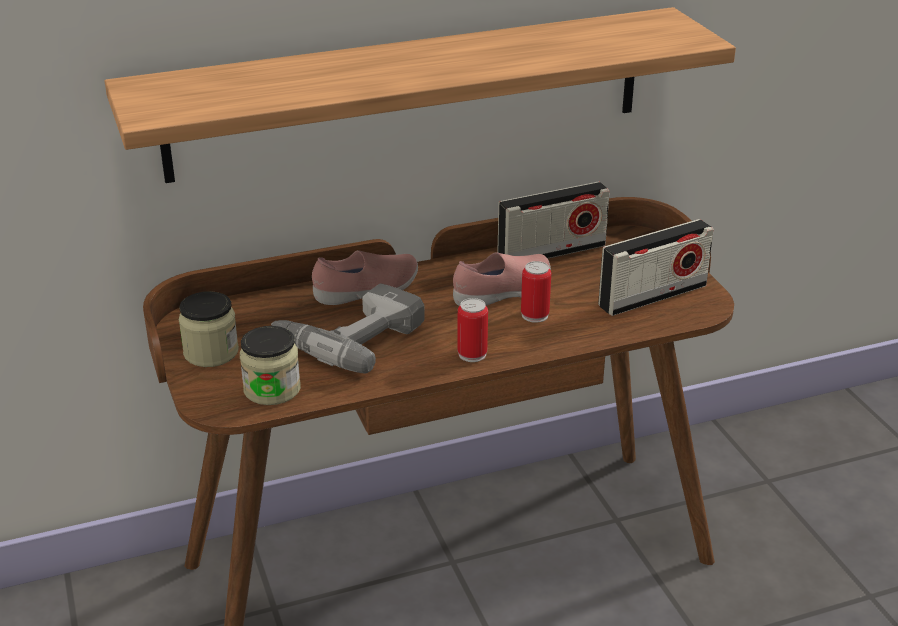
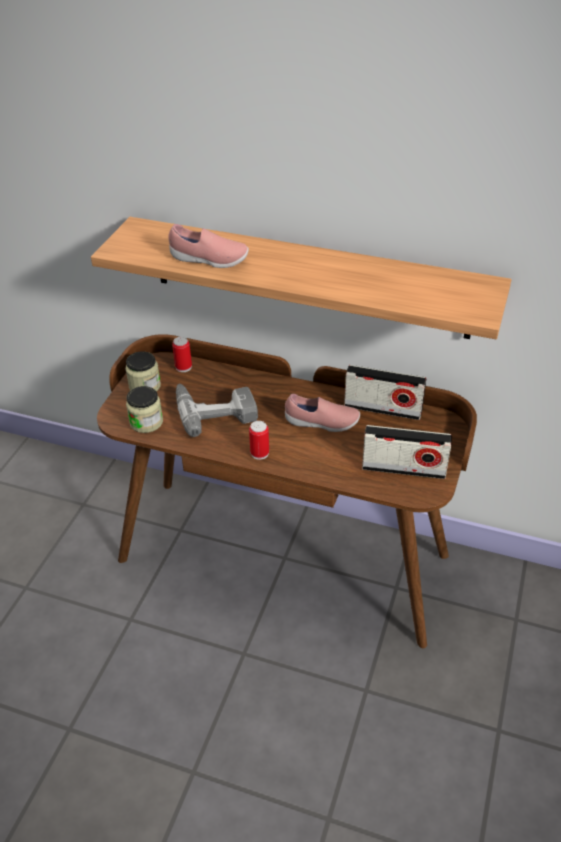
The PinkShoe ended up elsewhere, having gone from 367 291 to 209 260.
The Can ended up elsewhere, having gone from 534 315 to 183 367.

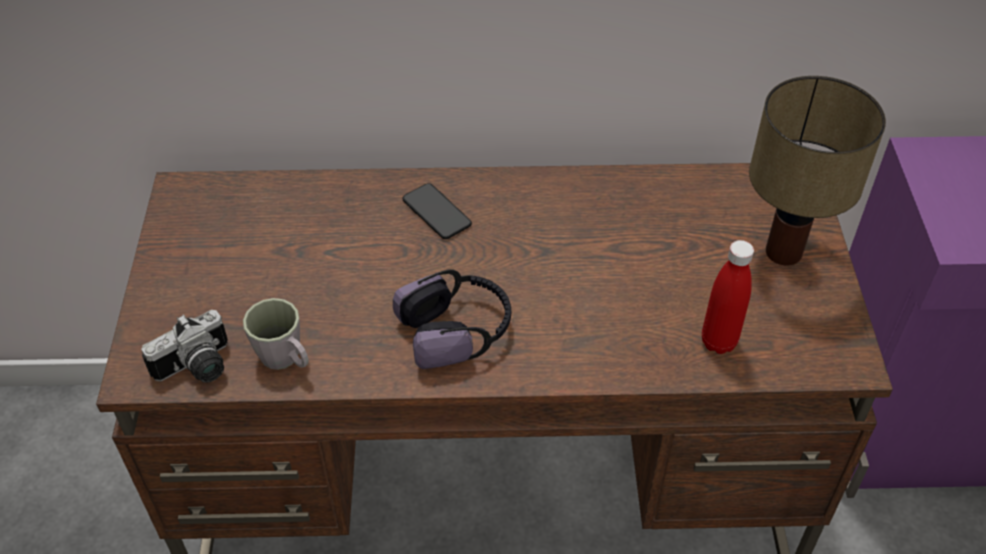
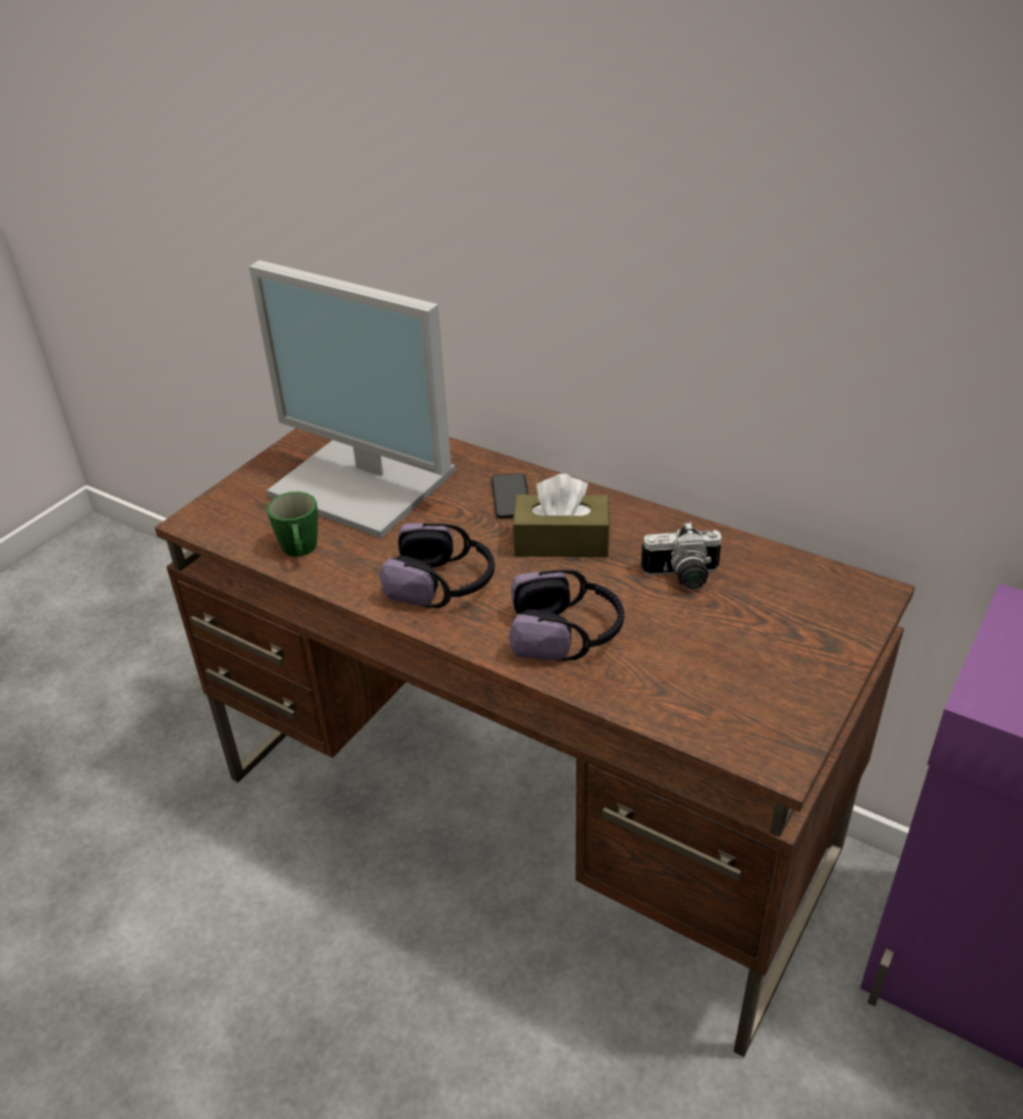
The PhotoCamera ended up elsewhere, having gone from 197 369 to 682 577.
What was the GreyMug at 286 359 turned into the GreenMug at 300 551.
The second view lost the RedBottle at 718 342.
The second view lost the TableLamp at 782 253.
The second view gained the Monitor at 367 483.
The second view gained the Headphones at 567 634.
The second view gained the BrownTissueBox at 561 542.

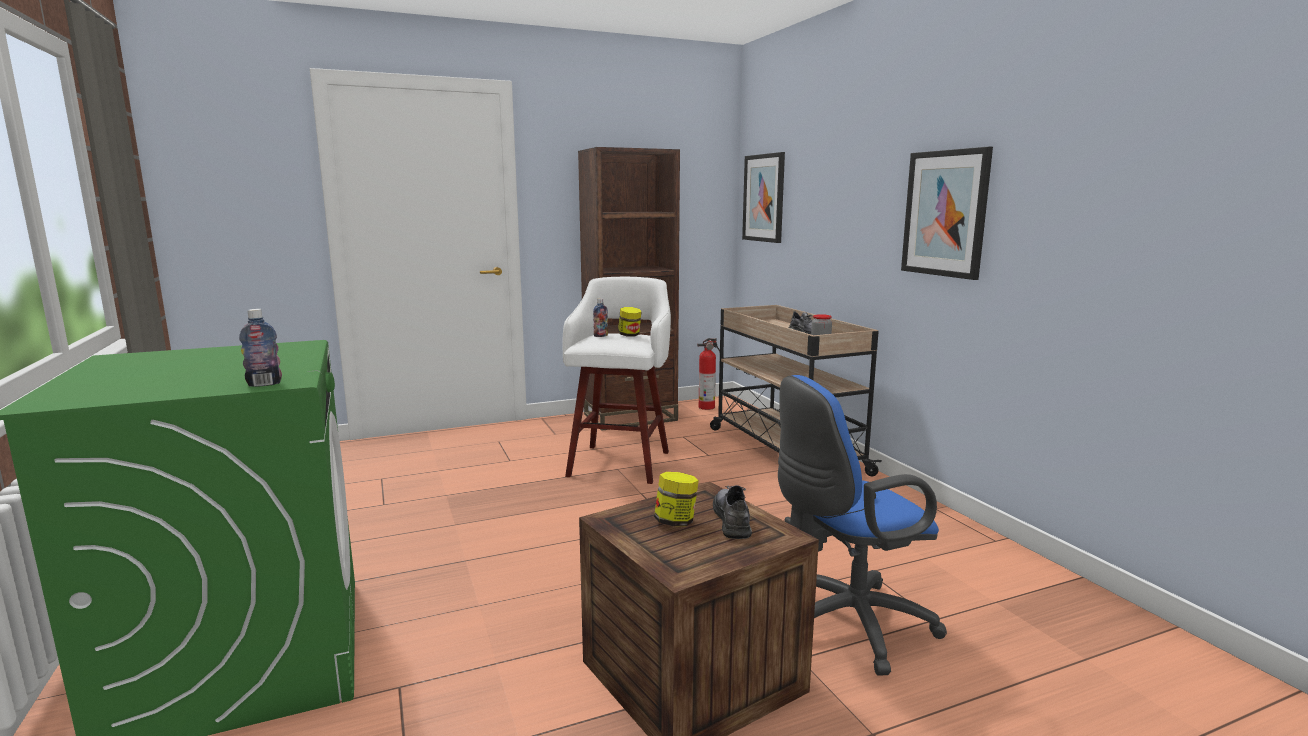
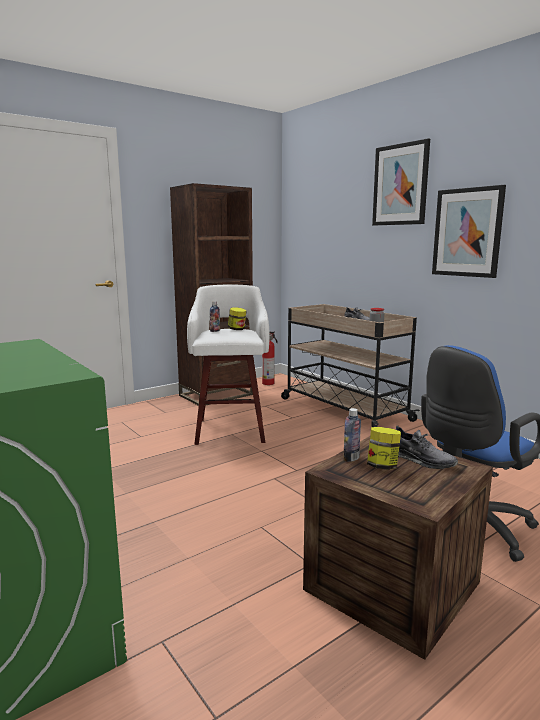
The Bottle ended up elsewhere, having gone from 264 384 to 351 458.
The GreyShoe at 732 520 ended up facing another way, 150 degrees clockwise from before.
The Picture ended up elsewhere, having gone from 764 198 to 400 185.

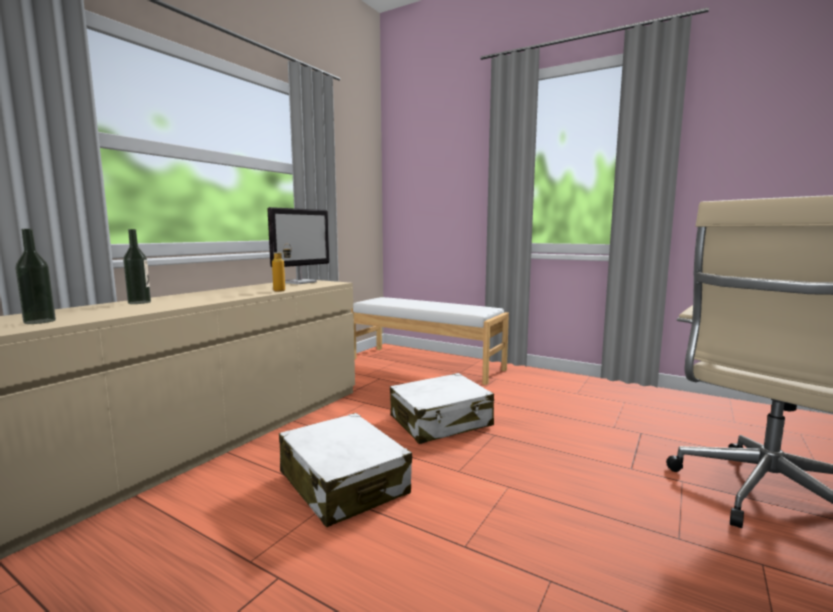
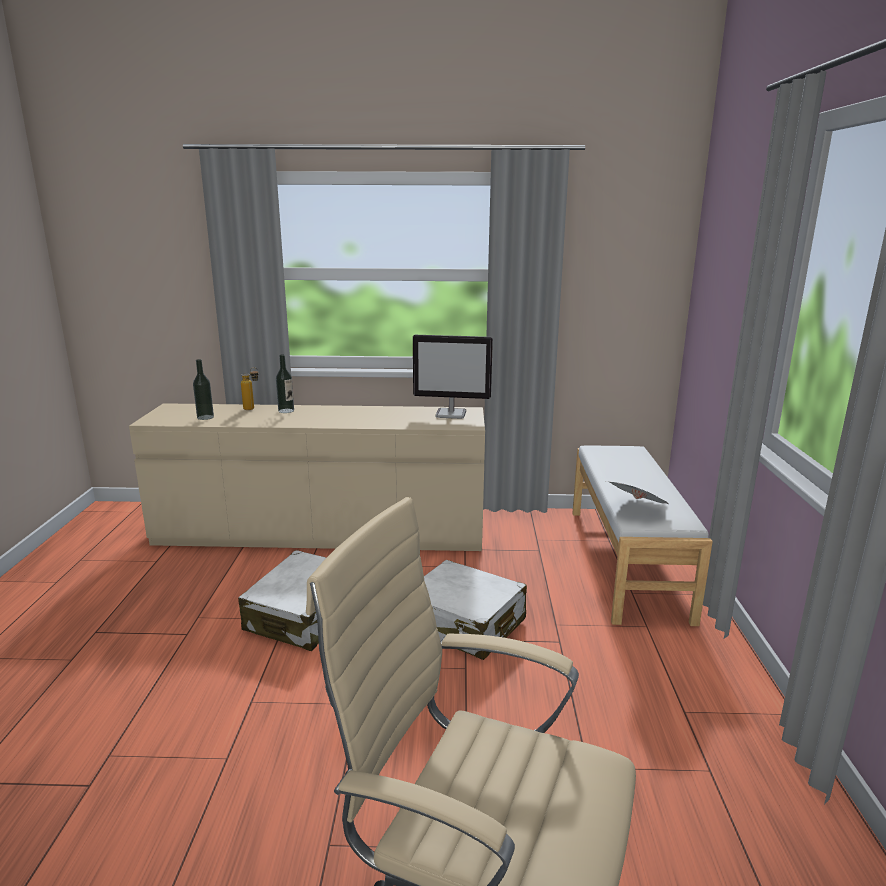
The Bottle ended up elsewhere, having gone from 283 290 to 252 409.
The second view gained the Newspaper at 638 509.

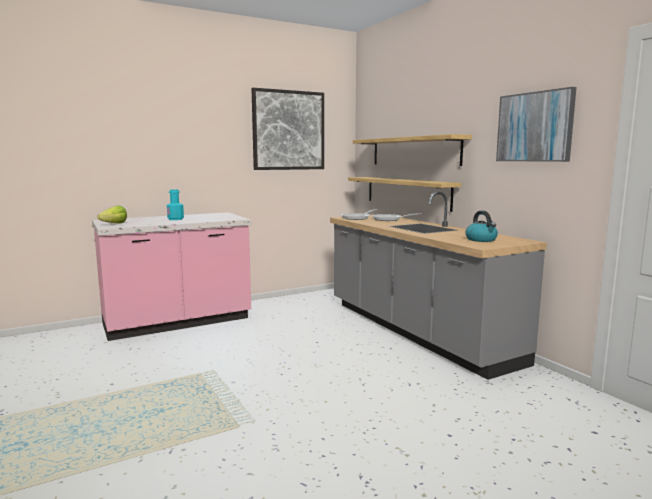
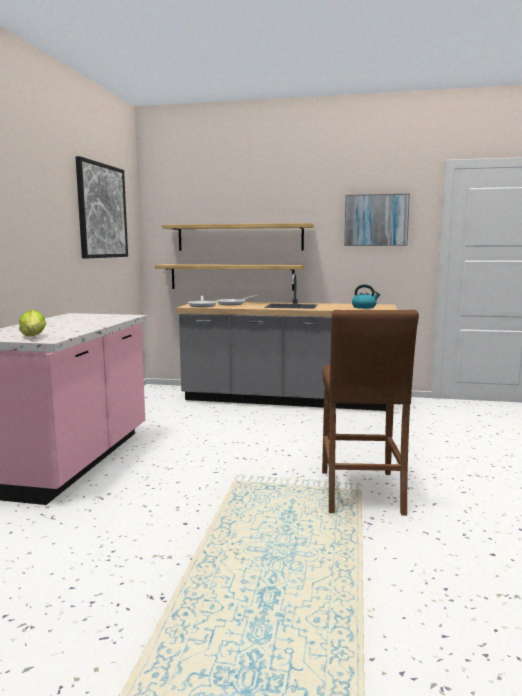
The second view lost the TurquoiseBottle at 175 219.
The second view gained the BrownStool at 361 492.

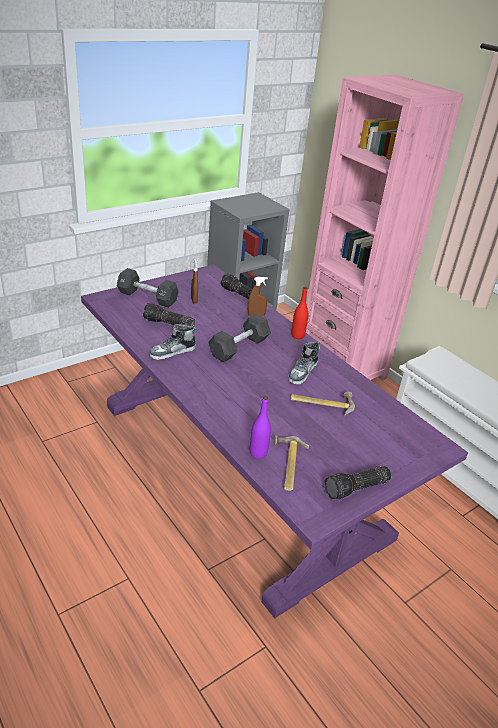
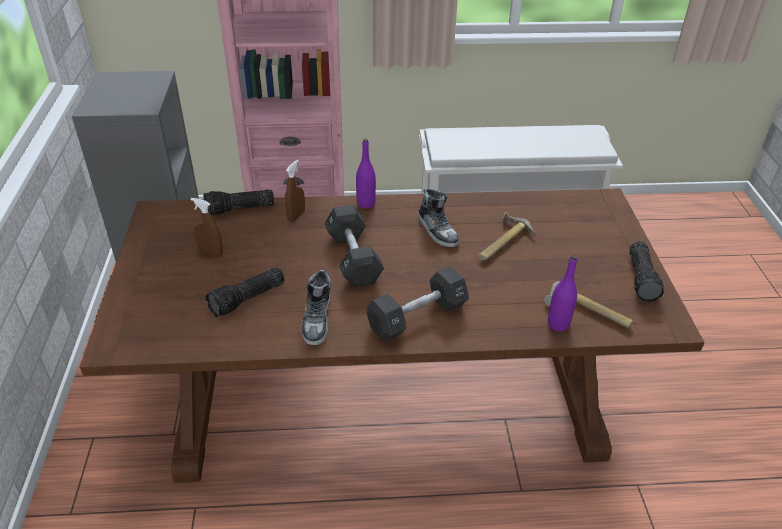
What was the PurpleDiningTable at 239 467 turned into the BrownDiningTable at 389 390.
The BlackDumbbell ended up elsewhere, having gone from 147 297 to 417 317.
What was the RedBottle at 297 336 turned into the PurpleBottle at 366 203.

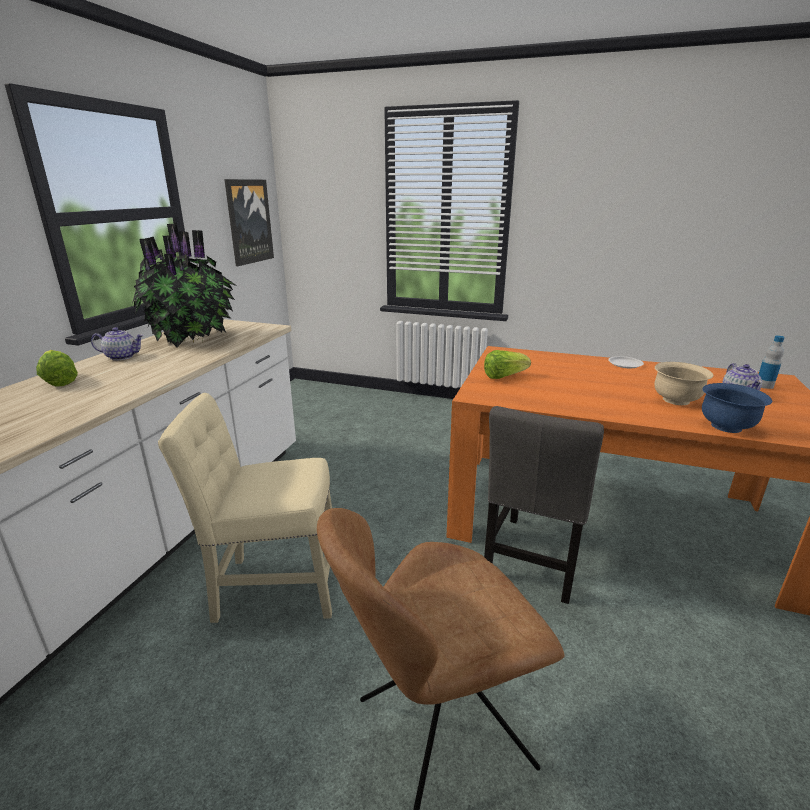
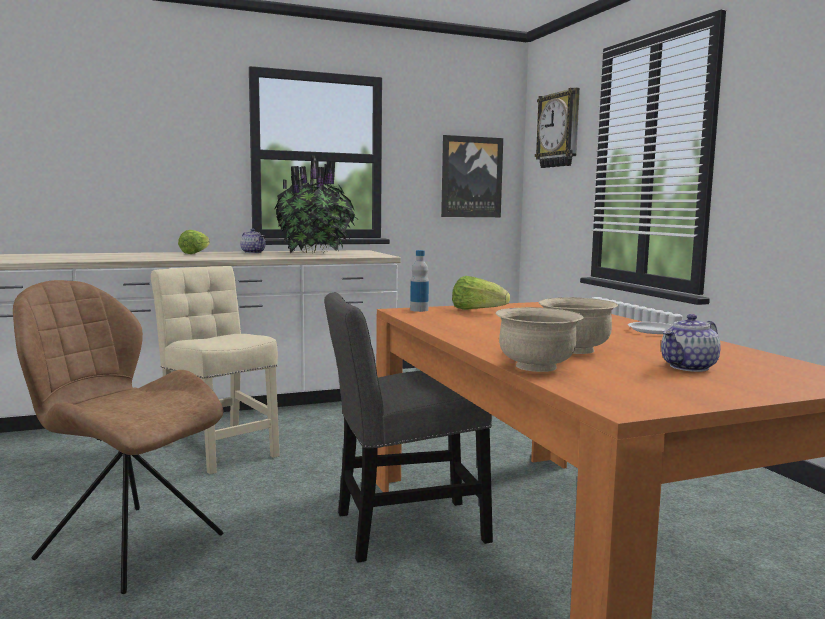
What was the BlueBowl at 727 427 turned into the BeigeBowl at 536 367.
The Bottle ended up elsewhere, having gone from 764 385 to 419 310.
The second view gained the WallClock at 559 130.

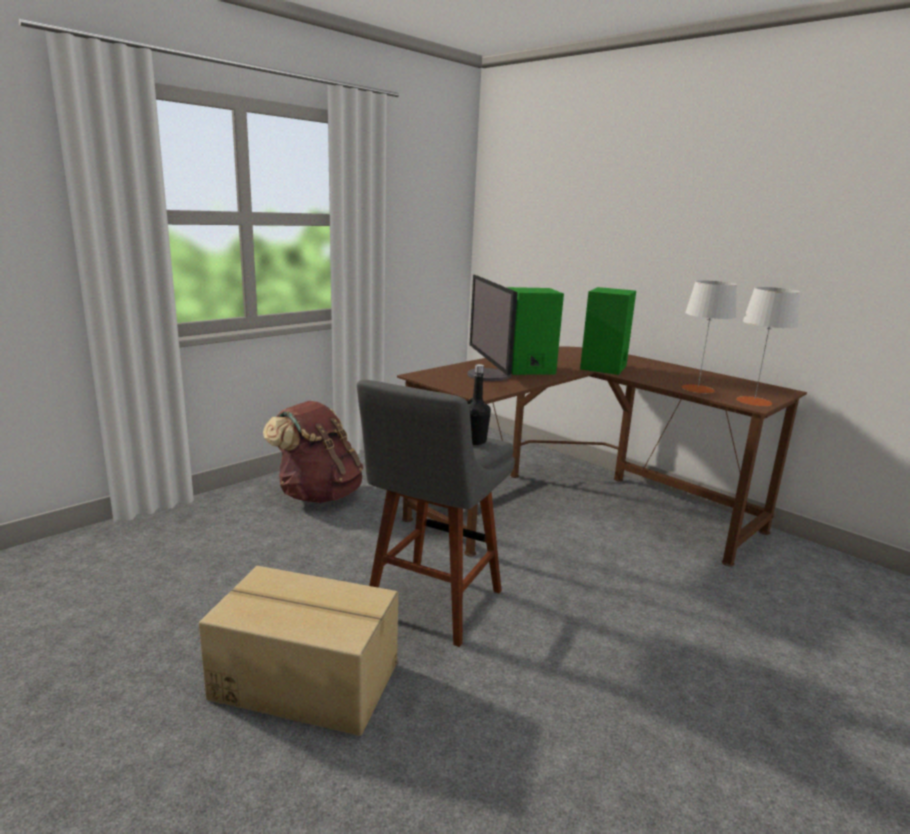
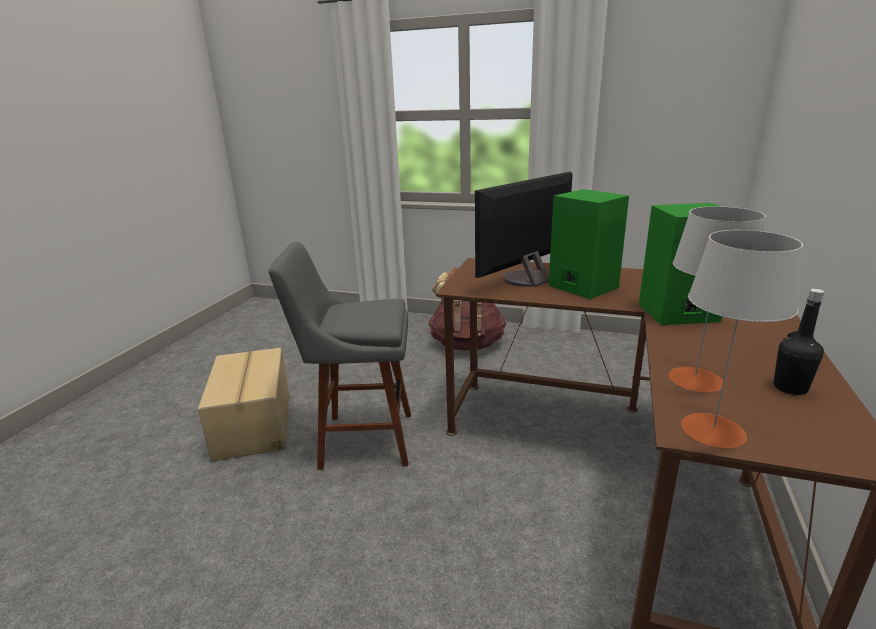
The BlackBottle ended up elsewhere, having gone from 475 441 to 790 388.

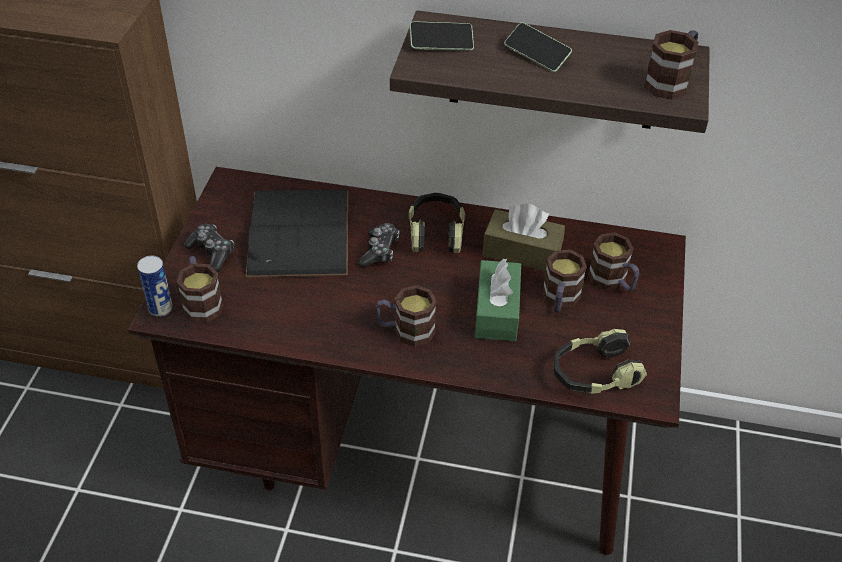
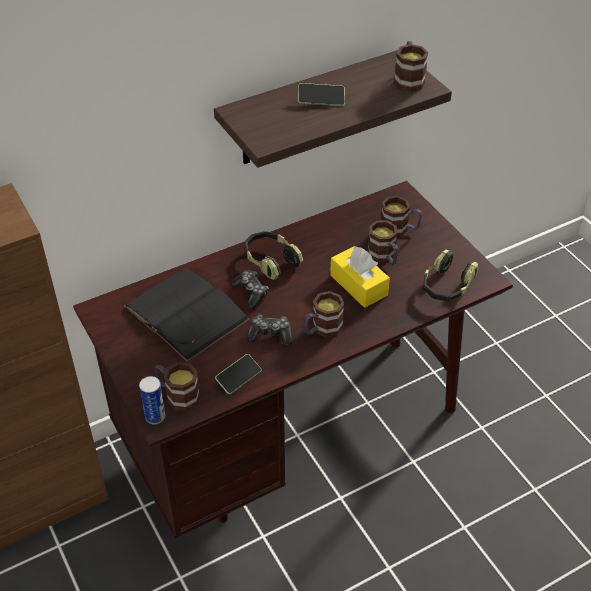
The GameController ended up elsewhere, having gone from 212 252 to 270 334.
The Phone ended up elsewhere, having gone from 441 44 to 238 378.
What was the GreenTissueBox at 497 311 turned into the YellowTissueBox at 358 285.
The second view lost the BrownTissueBox at 522 252.

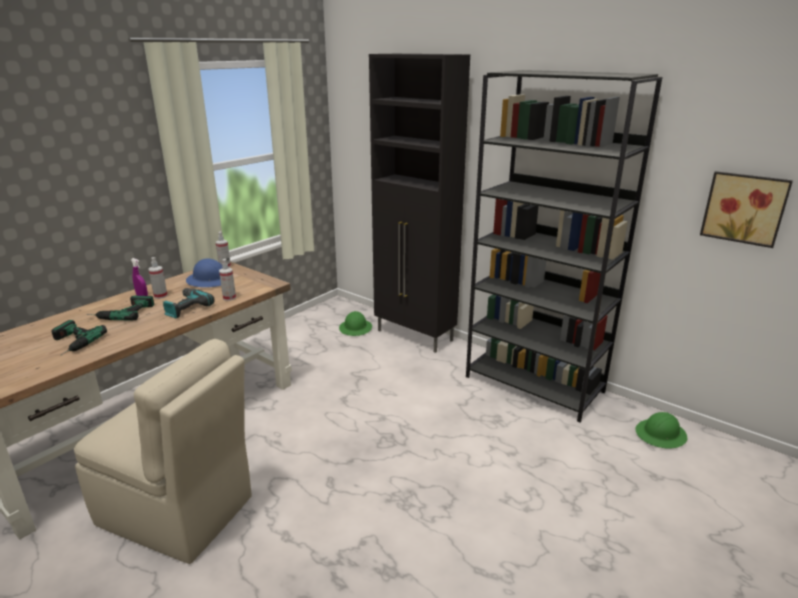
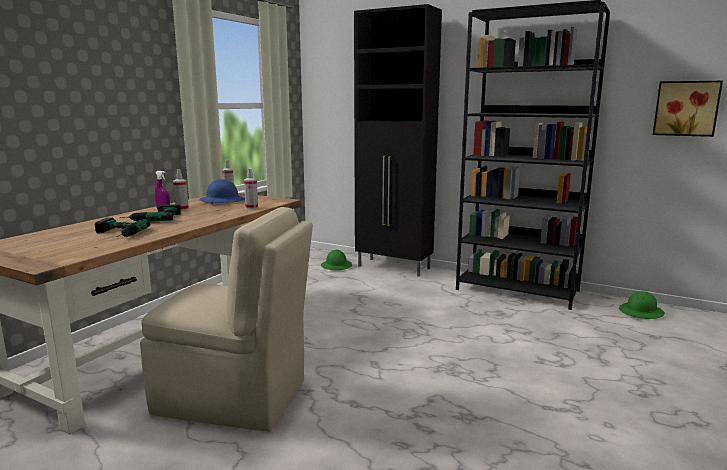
The second view lost the PowerDrill at 185 308.

